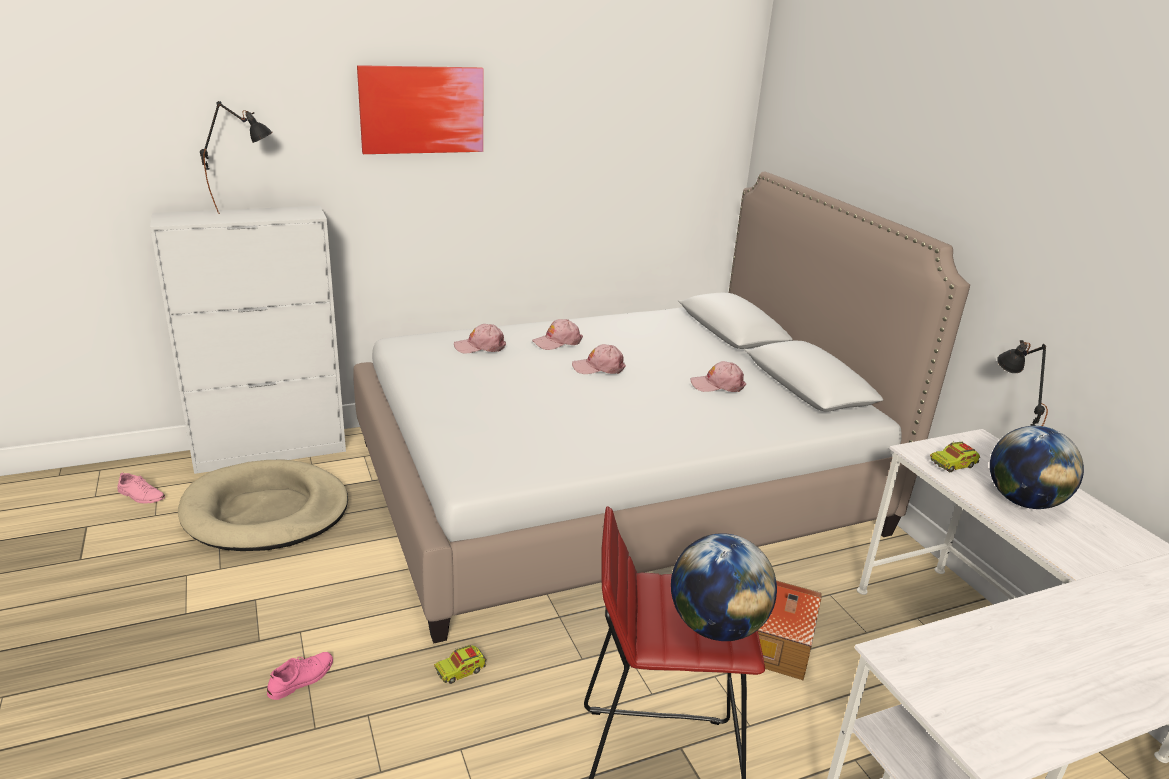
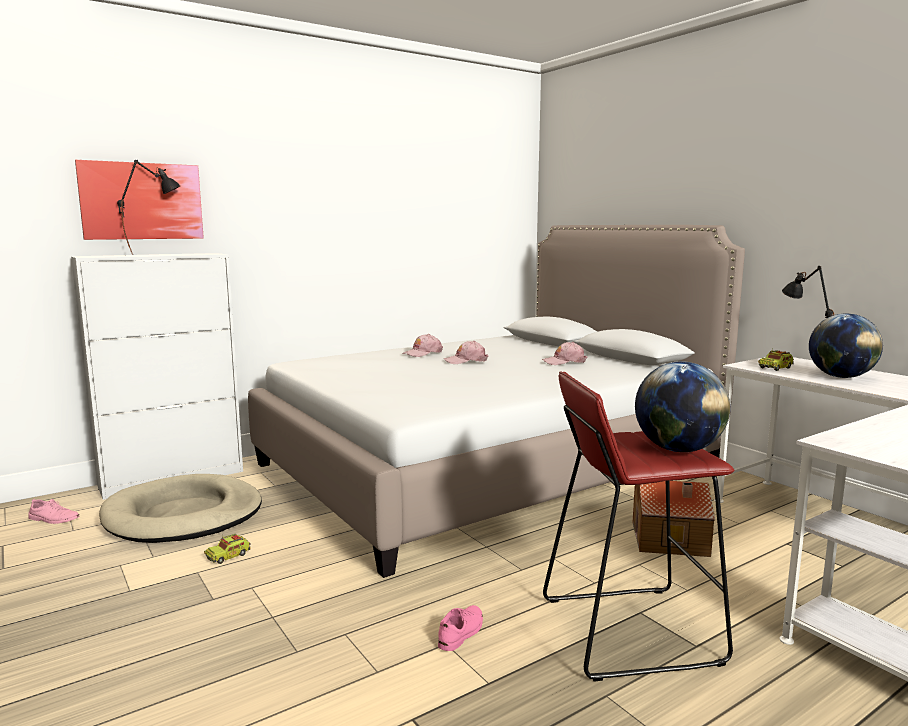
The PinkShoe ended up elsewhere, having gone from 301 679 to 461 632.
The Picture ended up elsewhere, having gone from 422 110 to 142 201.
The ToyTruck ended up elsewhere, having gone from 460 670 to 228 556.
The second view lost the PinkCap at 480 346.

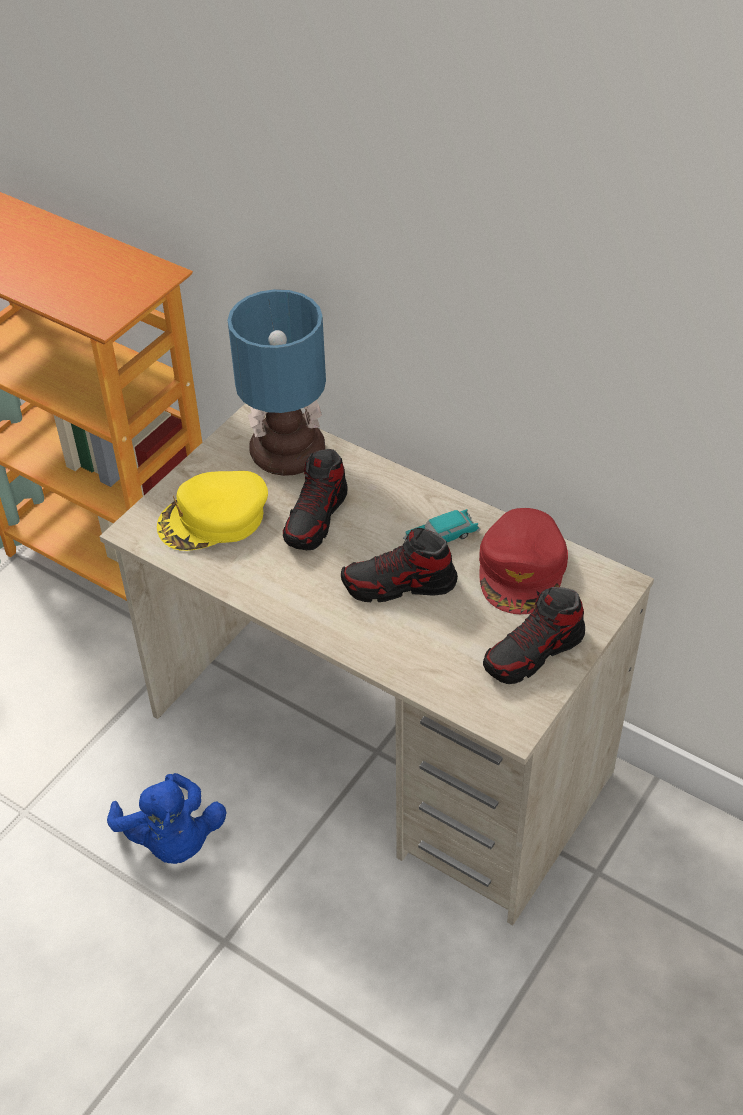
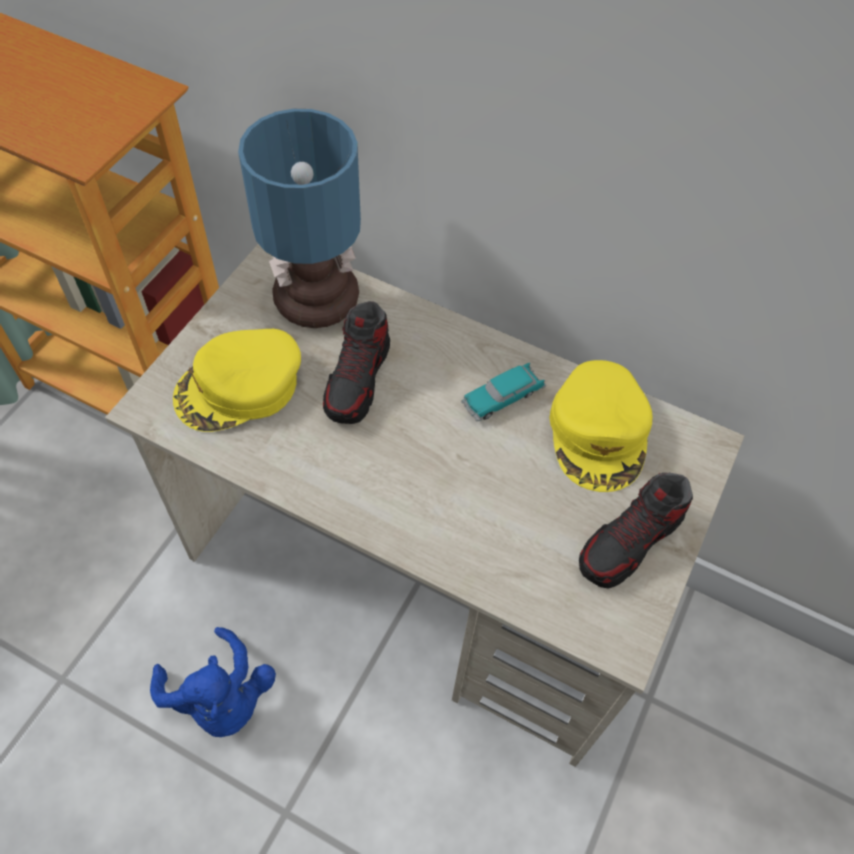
The second view lost the Shoe at 399 585.
What was the RedCap at 522 569 turned into the YellowCap at 599 432.

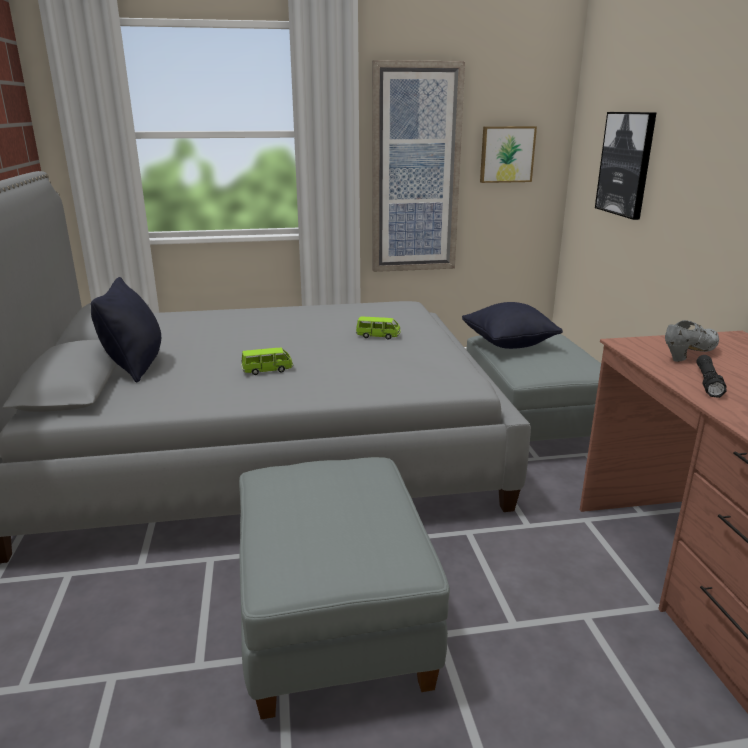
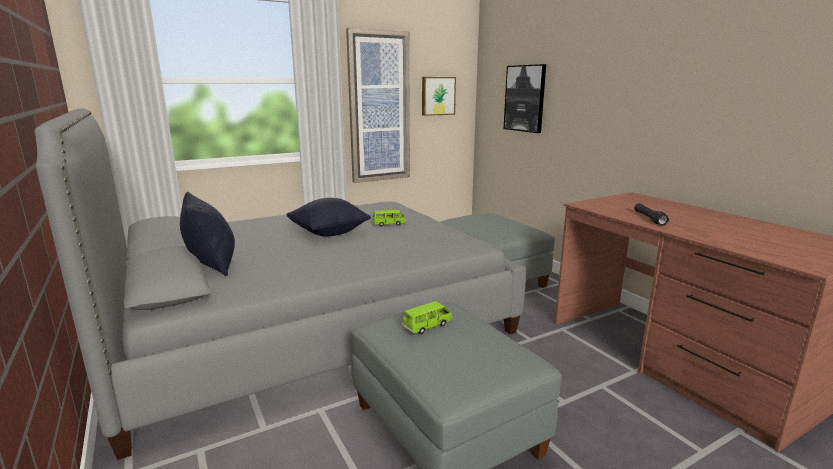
The GreenToyCar ended up elsewhere, having gone from 267 370 to 427 326.
The BlackPillow ended up elsewhere, having gone from 508 344 to 329 233.
The second view lost the GreyShoe at 689 354.

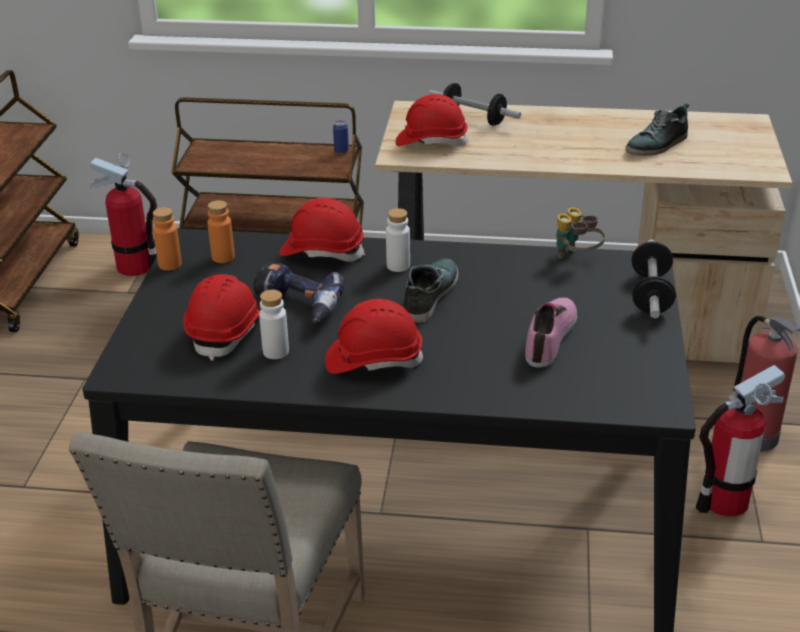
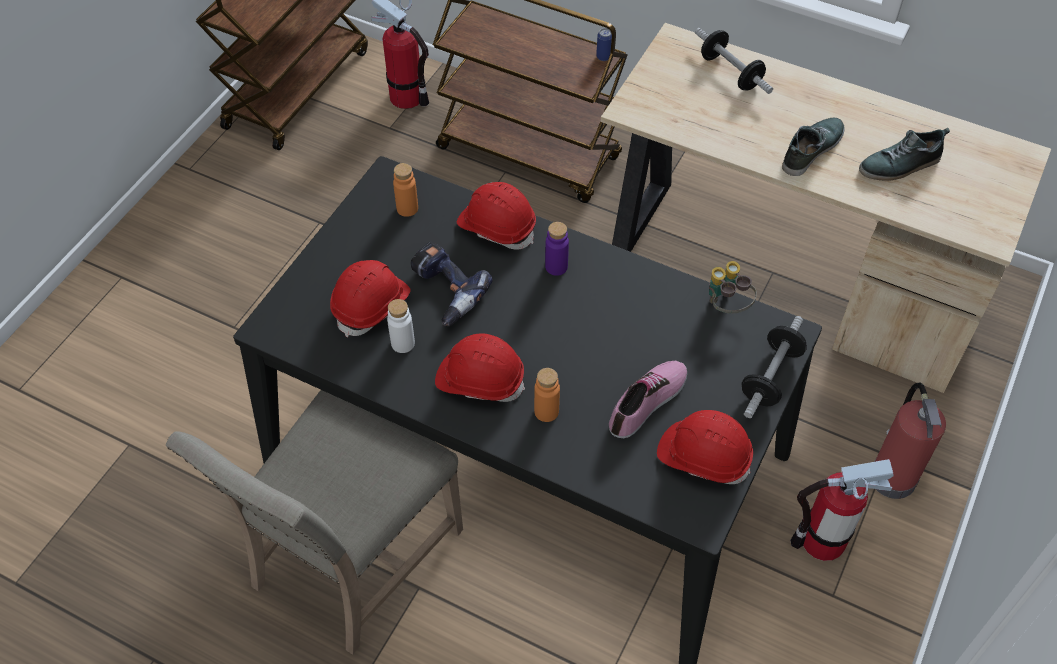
The OrangeBottle ended up elsewhere, having gone from 170 264 to 546 411.
What was the WhiteBottle at 398 266 turned into the PurpleBottle at 556 267.
The RedHardHat ended up elsewhere, having gone from 431 141 to 703 457.
The Shoe ended up elsewhere, having gone from 429 295 to 811 149.

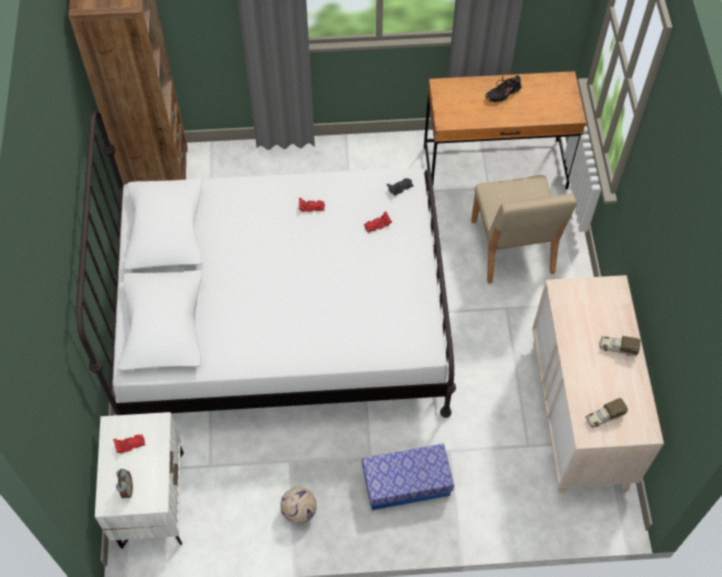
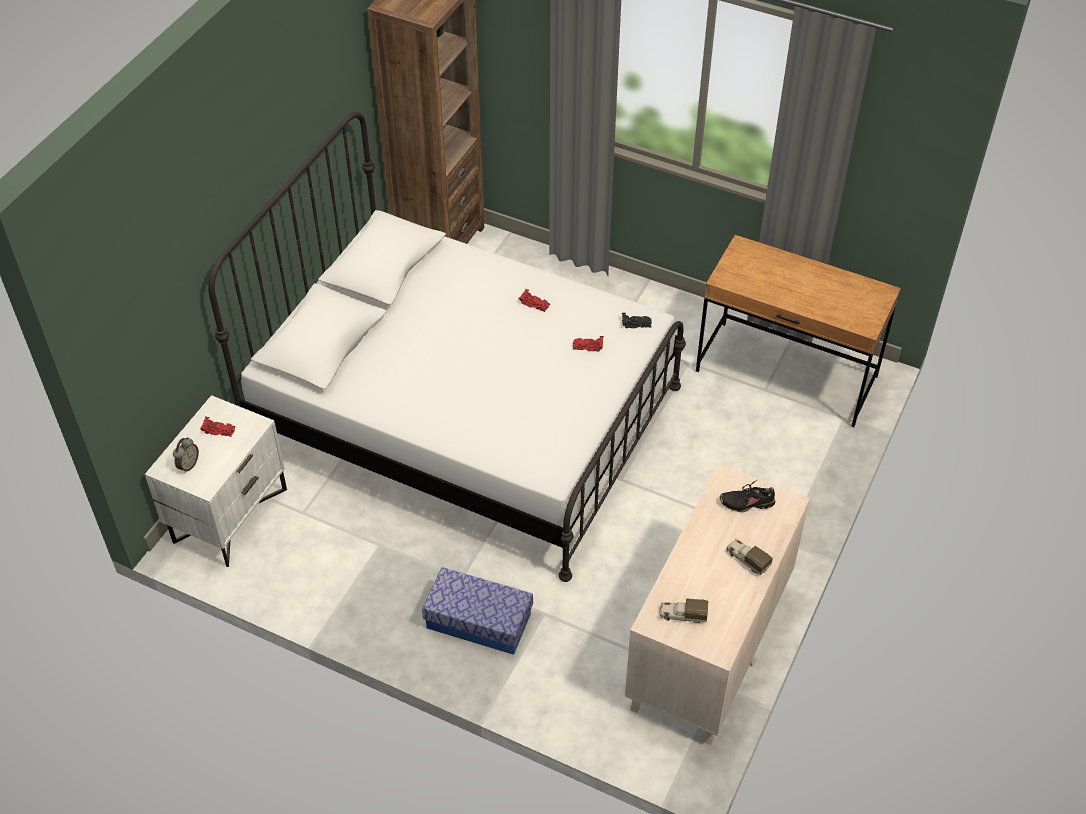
The second view lost the Football at 299 511.
The second view lost the BeigeChair at 512 247.
The BlackShoe ended up elsewhere, having gone from 503 93 to 747 502.

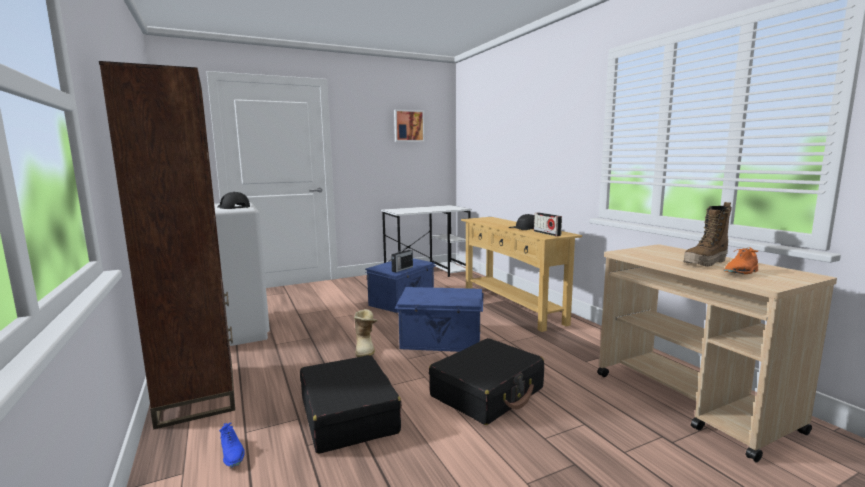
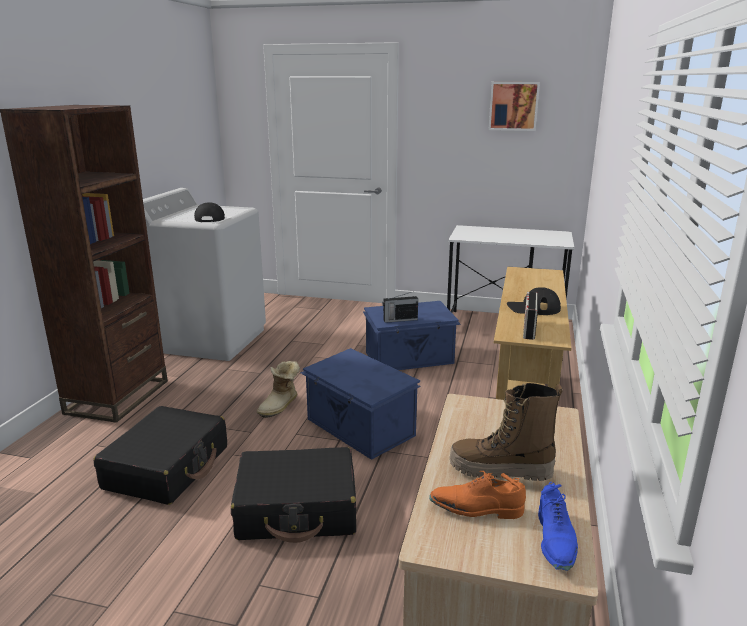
The BlueShoe ended up elsewhere, having gone from 232 454 to 555 541.

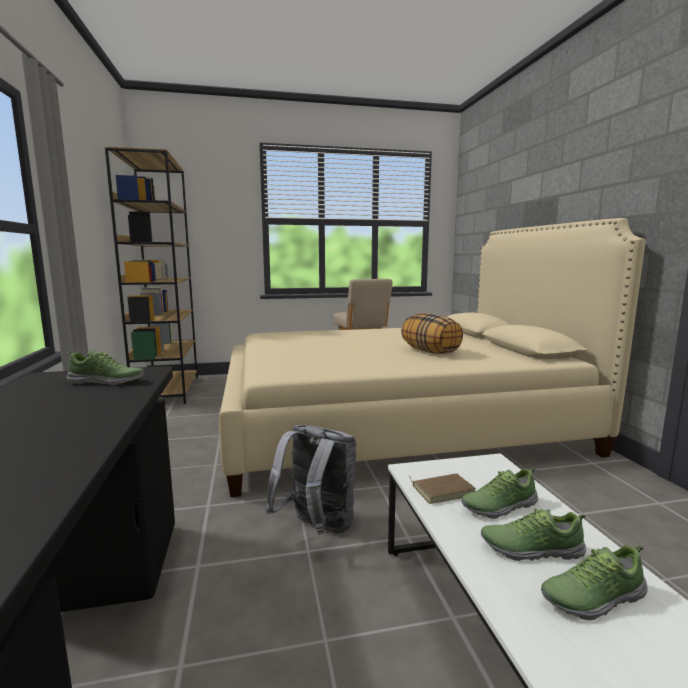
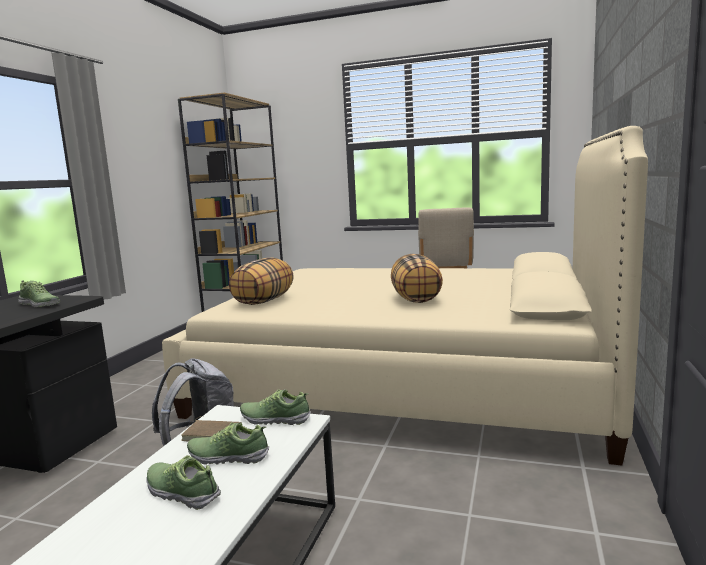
The Shoe ended up elsewhere, having gone from 591 597 to 275 419.
The second view gained the Pillow at 264 301.

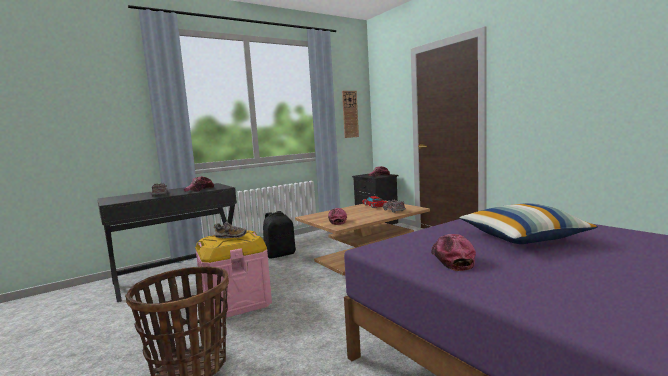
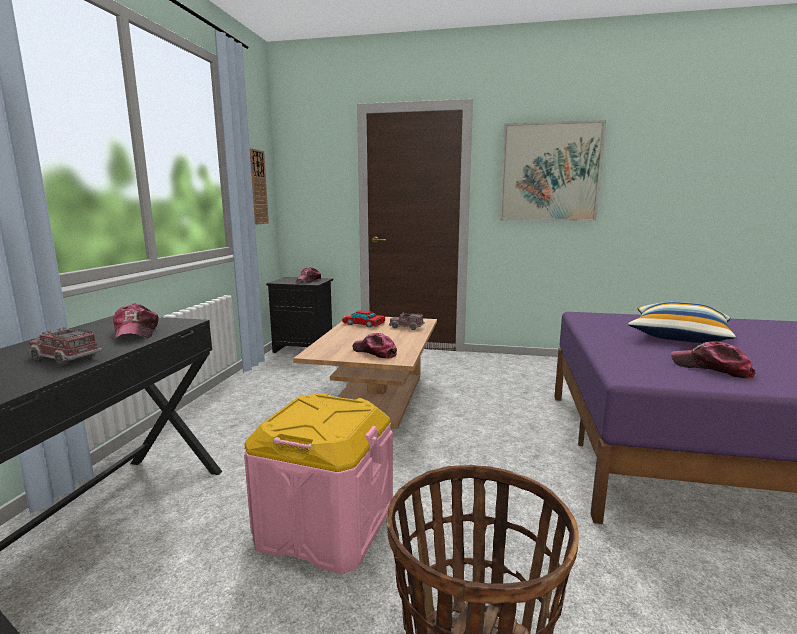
The second view lost the Shoe at 230 236.
The second view lost the BlackBackpack at 280 254.
The second view gained the Picture at 549 172.

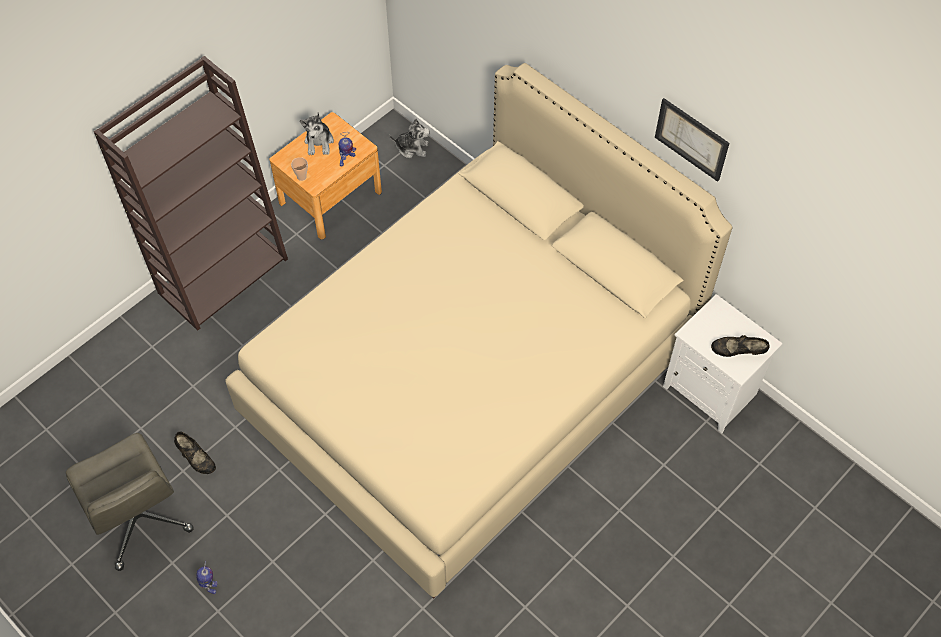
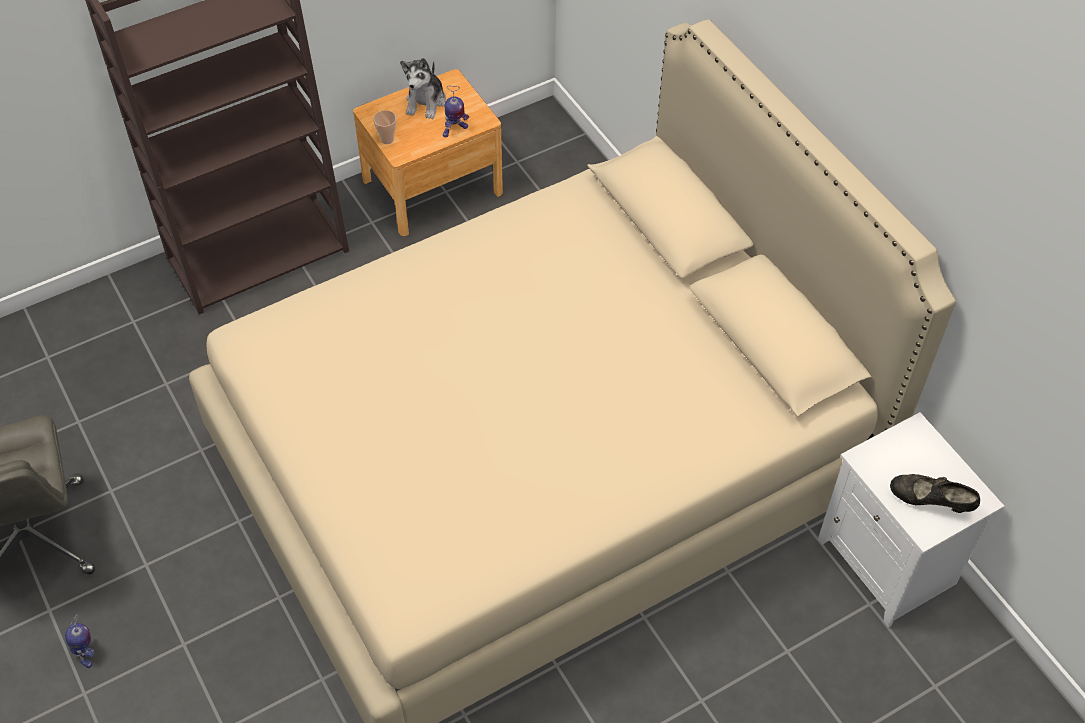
The second view lost the BlackShoe at 196 459.
The second view lost the PlushToy at 412 148.
The second view lost the Picture at 691 139.

